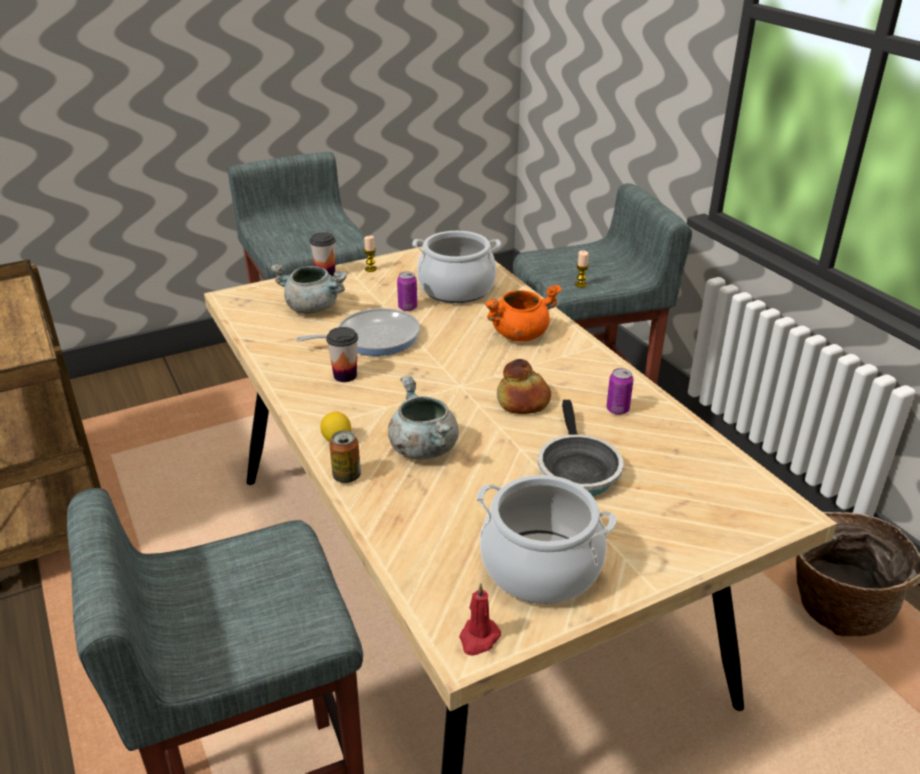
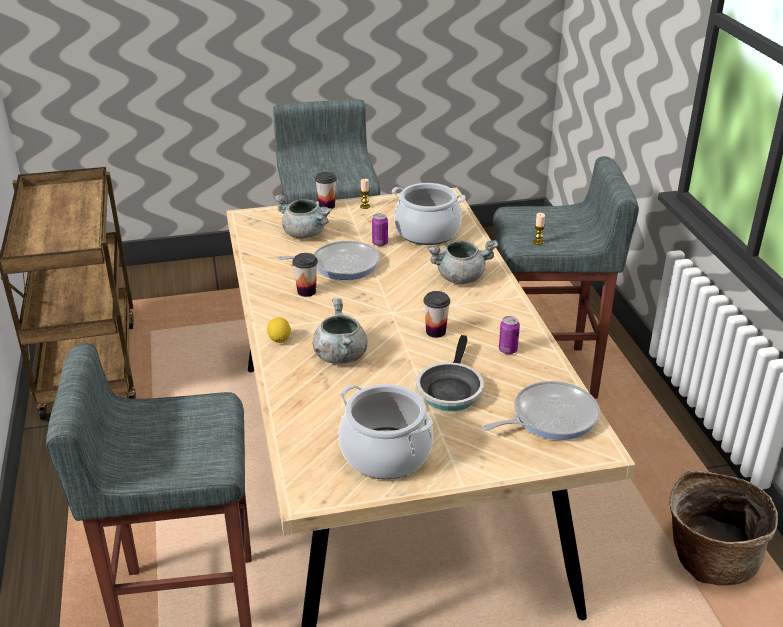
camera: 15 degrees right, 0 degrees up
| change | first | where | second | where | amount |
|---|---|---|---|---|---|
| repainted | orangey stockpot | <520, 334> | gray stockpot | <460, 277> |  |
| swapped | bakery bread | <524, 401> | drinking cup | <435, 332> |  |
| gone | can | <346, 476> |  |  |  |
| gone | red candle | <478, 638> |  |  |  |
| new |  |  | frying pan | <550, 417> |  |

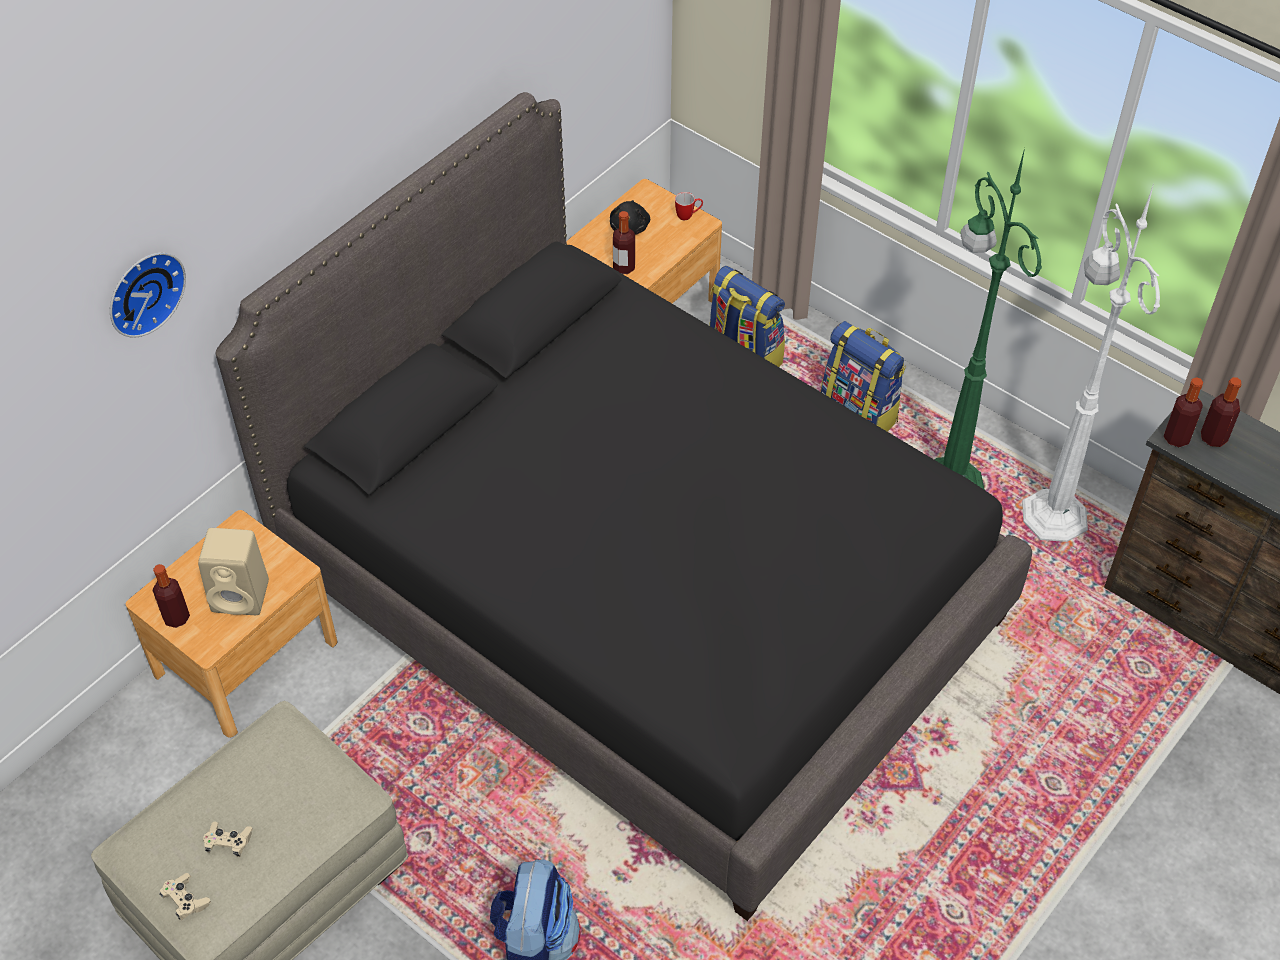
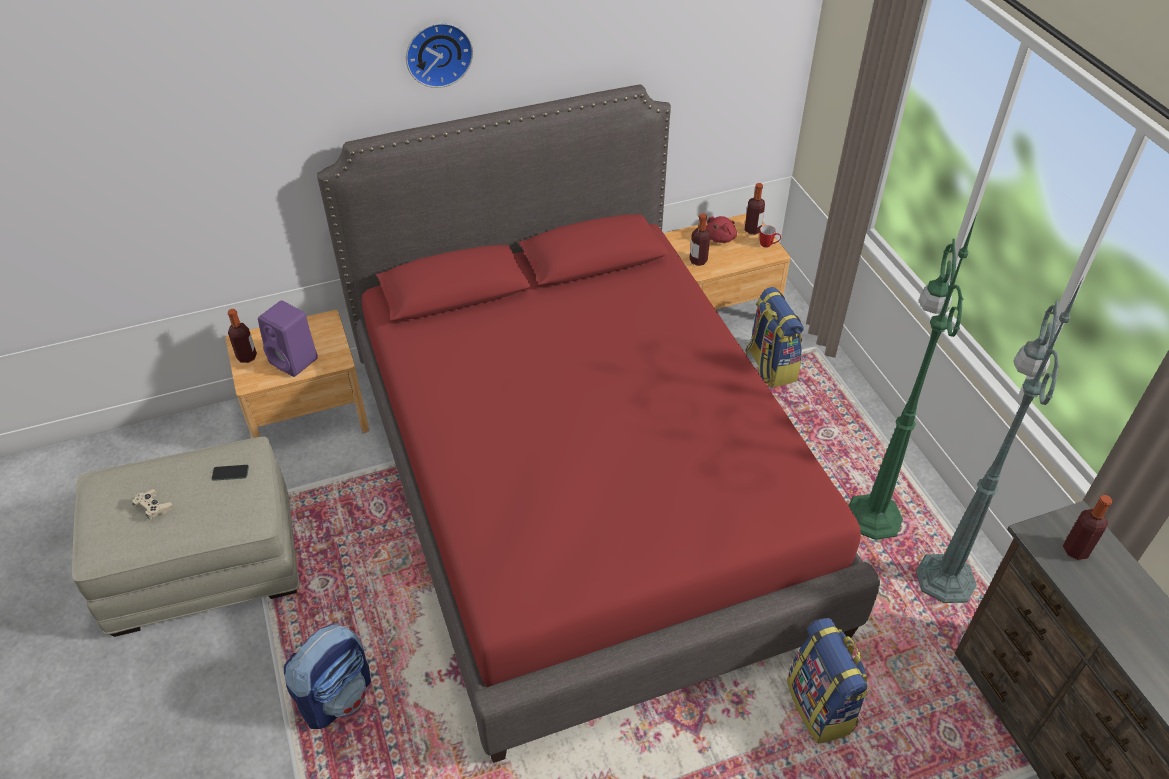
camera: 30 degrees right, 5 degrees down
| change | first | where | second | where | amount |
|---|---|---|---|---|---|
| repainted | black-coloured bed | <639, 594> | red bed | <584, 491> |  |
| repainted | white-coloured standard lamp | <1053, 513> | green-coloured standard lamp | <945, 576> |  |
| repainted | black-coloured soft toy | <630, 227> | red soft toy | <721, 238> |  |
| shifted | wall clock | <142, 291> |  | <438, 53> |  |
| shifted | rucksack | <859, 413> |  | <821, 706> |  |
| shifted | beverage bottle | <1176, 438> |  | <752, 230> |  |
| repainted | beige speaker | <242, 595> | purplish speaker | <295, 361> |  |
| gone | beige gamepad | <186, 900> |  |  |  |
| new |  |  | phone | <230, 473> |  |

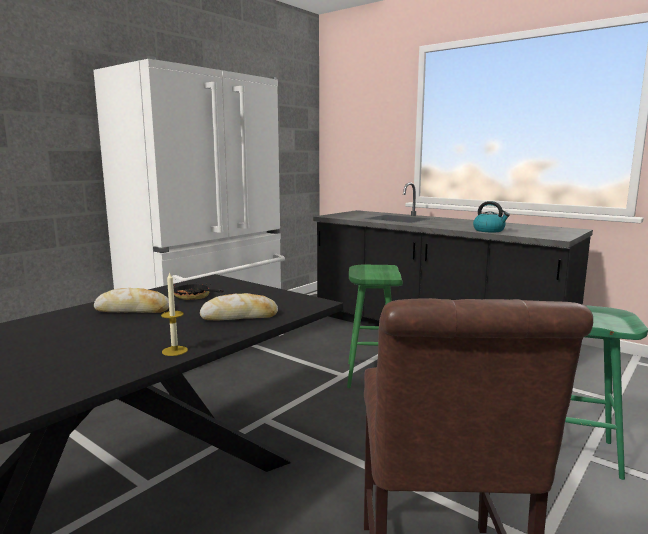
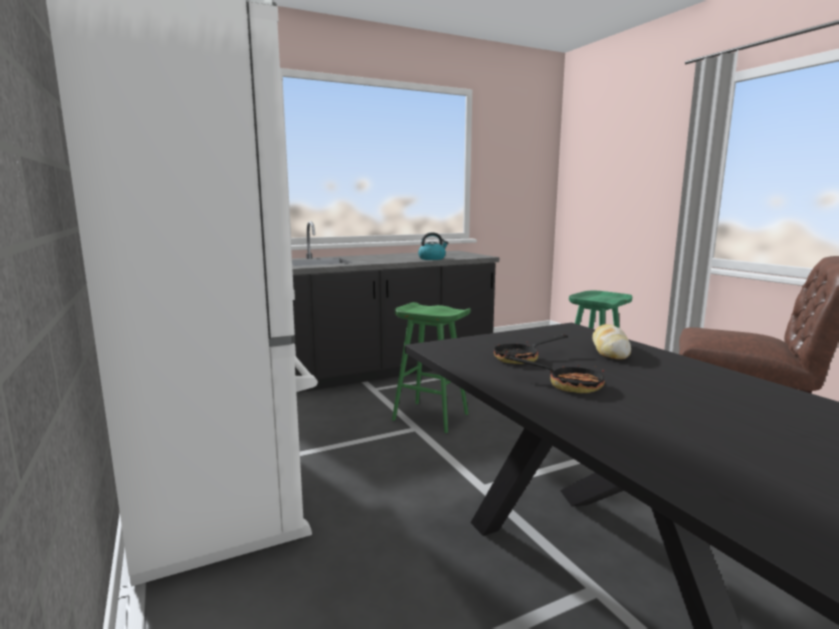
camera: 65 degrees left, 0 degrees up
| change | first | where | second | where | amount |
|---|---|---|---|---|---|
| gone | candle | <174, 351> |  |  |  |
| swapped | bakery bread | <133, 310> | frying pan | <566, 384> |  |

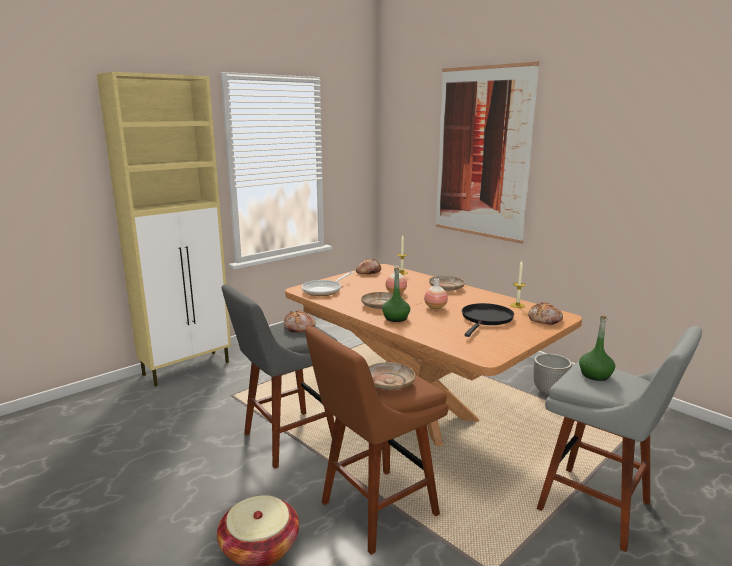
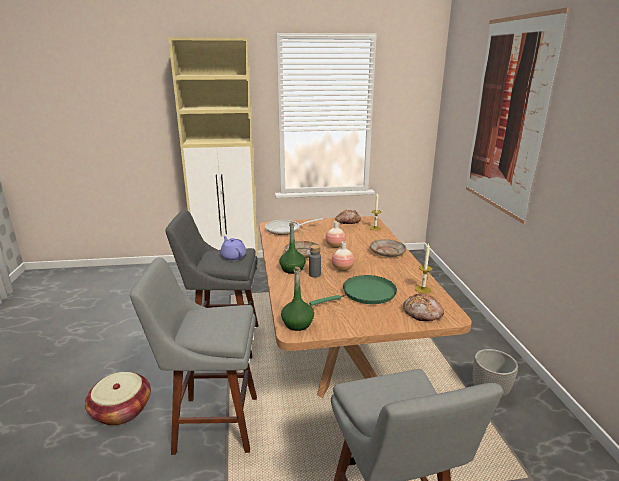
camera: 35 degrees right, 5 degrees up
| change | first | where | second | where | amount |
|---|---|---|---|---|---|
| repainted | black-coloured frying pan | <486, 319> | green-coloured frying pan | <365, 294> |  |
| swapped | bakery bread | <299, 328> | purplish teapot | <233, 256> |  |
| shifted | green-coloured beverage bottle | <595, 375> |  | <297, 324> |  |
| repainted | brown-coloured stool seat | <374, 511> | gray stool seat | <211, 423> |  |
| gone | beige plate | <389, 382> |  |  |  |
| new |  |  | gray beverage bottle | <314, 274> |  |

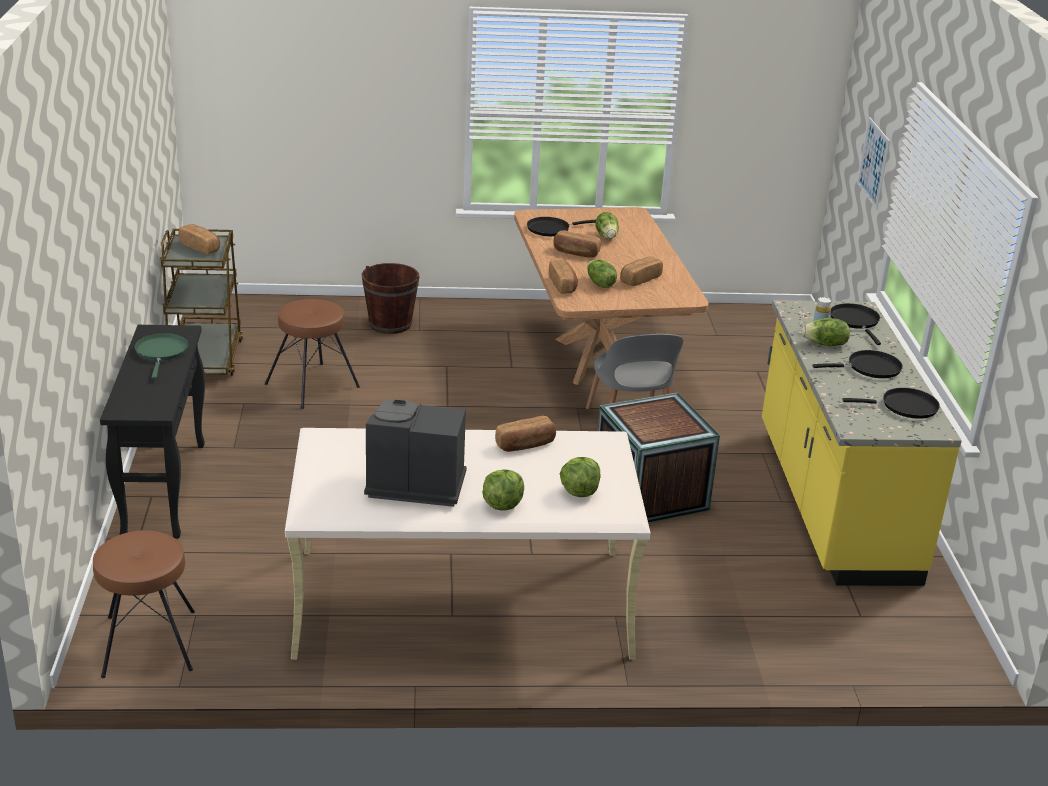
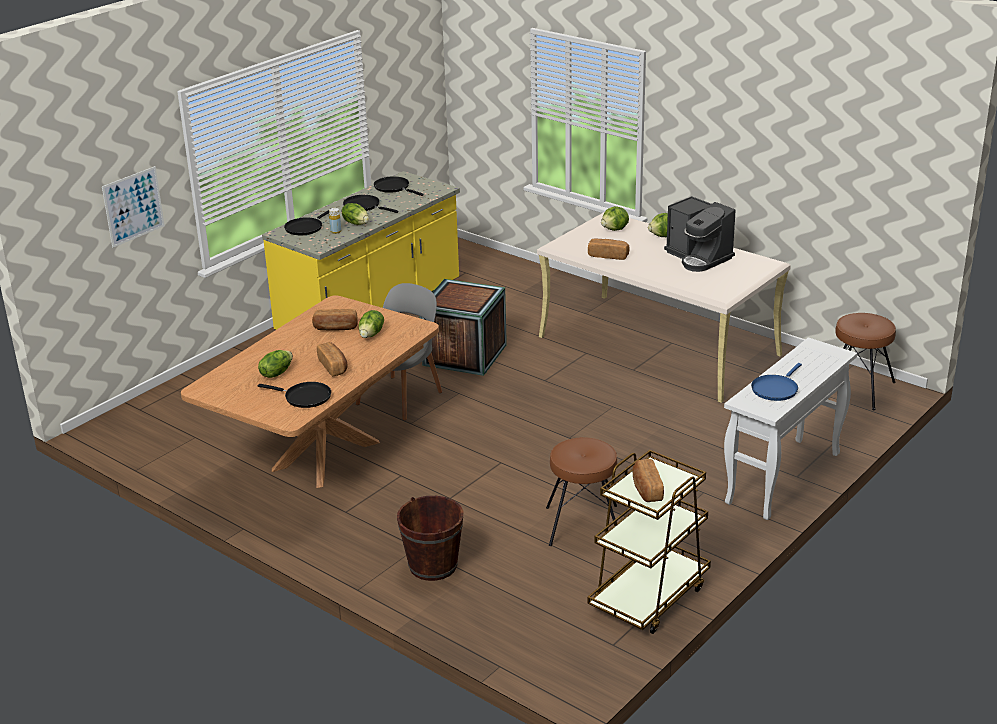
camera: 135 degrees left, 0 degrees up
| change | first | where | second | where | amount |
|---|---|---|---|---|---|
| gone | bakery bread | <563, 285> |  |  |  |
| repainted | black-coloured hall table | <164, 488> | white-coloured hall table | <783, 479> |  |
| repainted | green-coloured frying pan | <161, 353> | bluish frying pan | <776, 389> |  |

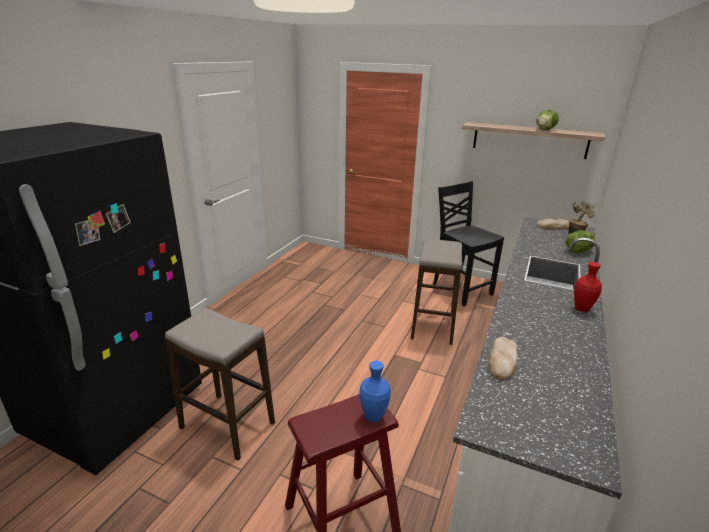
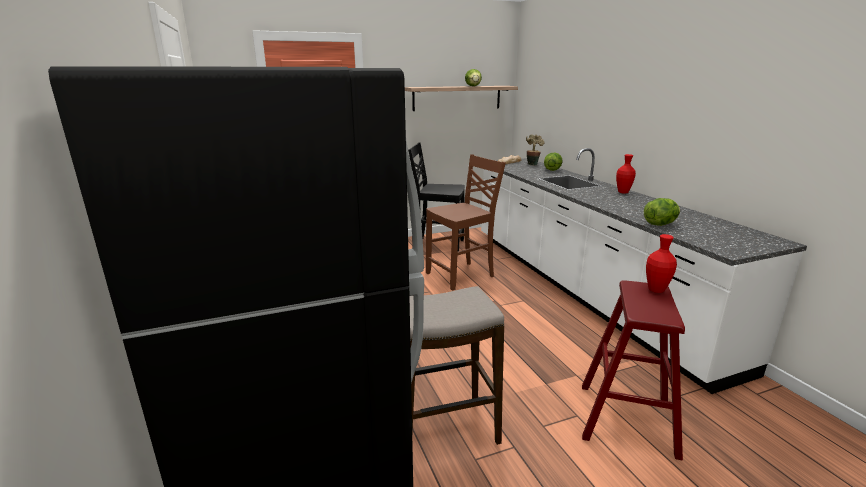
camera: 45 degrees left, 5 degrees down
| change | first | where | second | where | amount |
|---|---|---|---|---|---|
| swapped | stool seat | <433, 326> | brown-coloured plain chair | <461, 275> |  |
| swapped | bakery bread | <502, 360> | head of lettuce | <660, 224> |  |
| repainted | bluish vase | <373, 417> | red vase | <656, 290> |  |

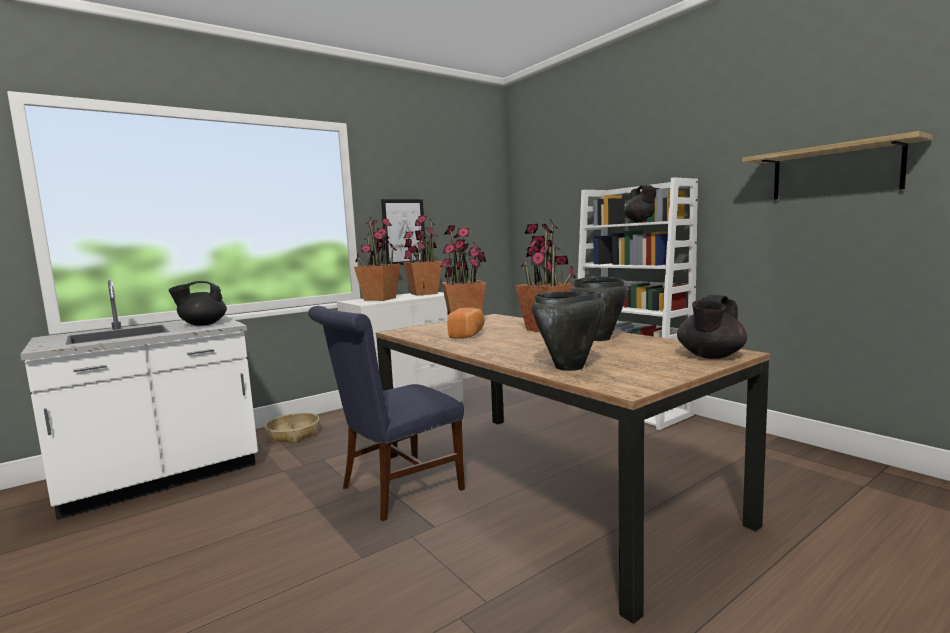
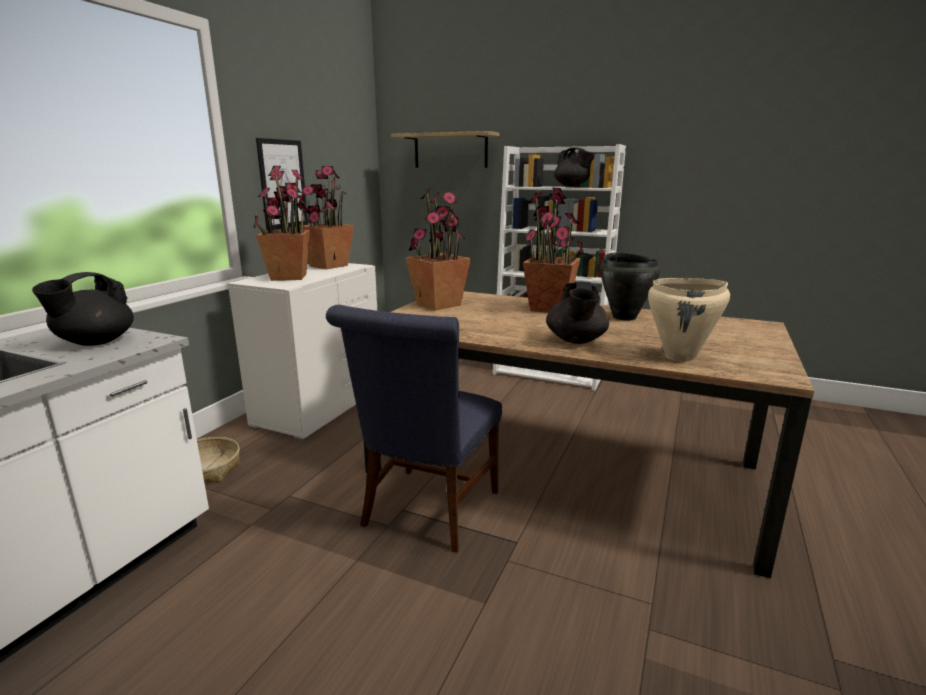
camera: 30 degrees left, 10 degrees up
| change | first | where | second | where | amount |
|---|---|---|---|---|---|
| shifted | wall shelf | <835, 171> |  | <450, 151> |  |
| repainted | black-coloured stockpot | <569, 367> | beige stockpot | <680, 357> |  |
| shifted | black-coloured teapot | <710, 356> |  | <576, 341> |  |
| gone | bakery bread | <468, 334> |  |  |  |

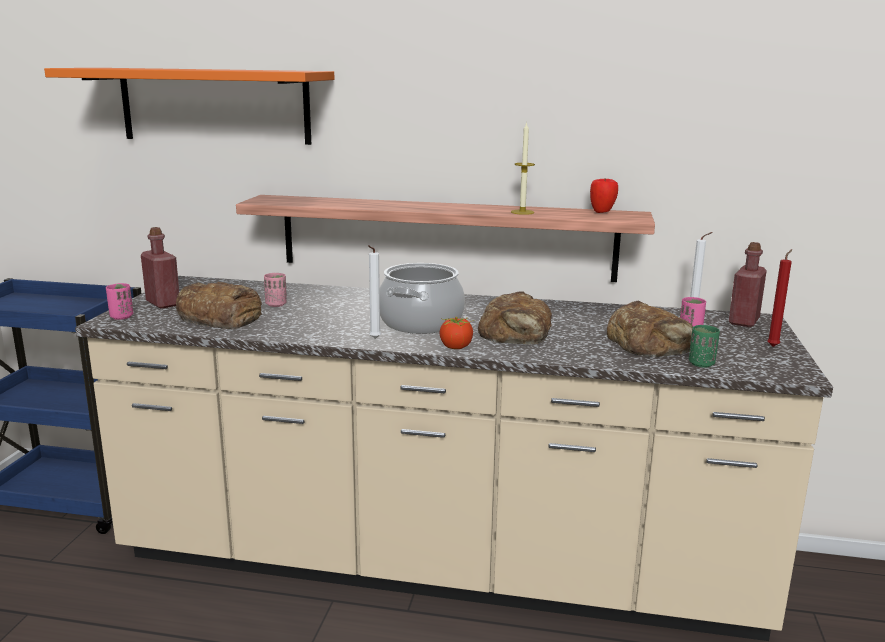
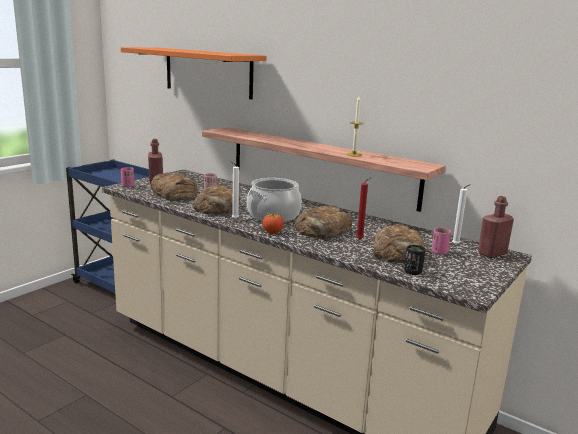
camera: 25 degrees right, 0 degrees up
| change | first | where | second | where | amount |
|---|---|---|---|---|---|
| gone | whole apple | <602, 212> |  |  |  |
| shifted | red candle | <774, 346> |  | <360, 239> |  |
| repainted | green-coloured drinking cup | <701, 364> | black-coloured drinking cup | <413, 272> |  |
| new |  |  | bakery bread | <218, 207> |  |

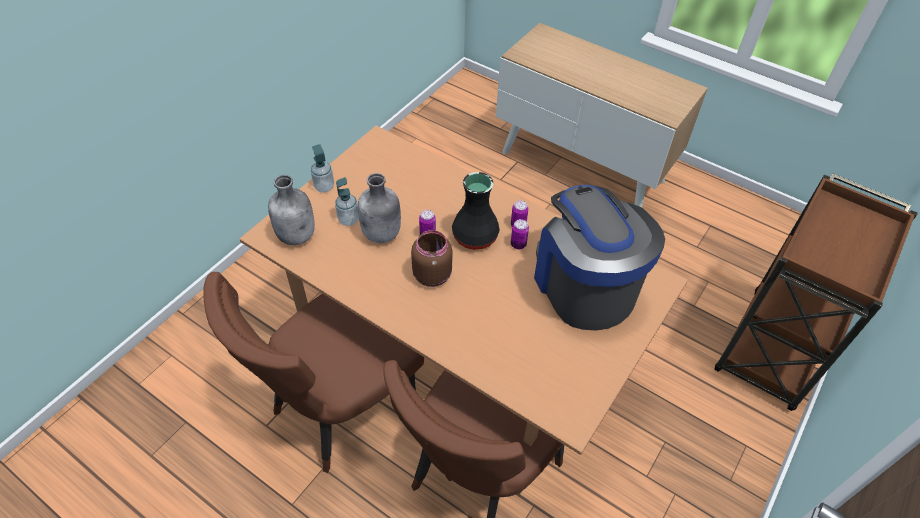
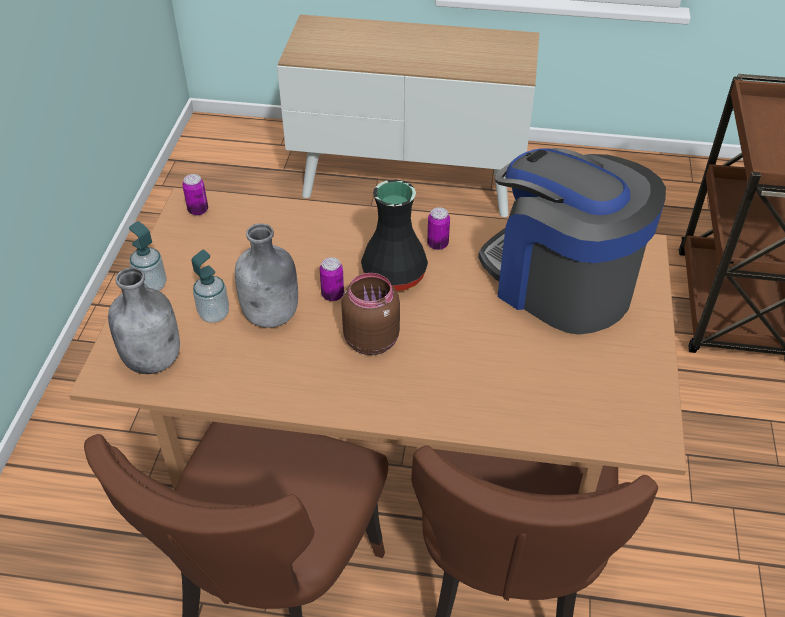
camera: 25 degrees left, 5 degrees down
| change | first | where | second | where | amount |
|---|---|---|---|---|---|
| shifted | can | <518, 244> |  | <198, 210> |  |

